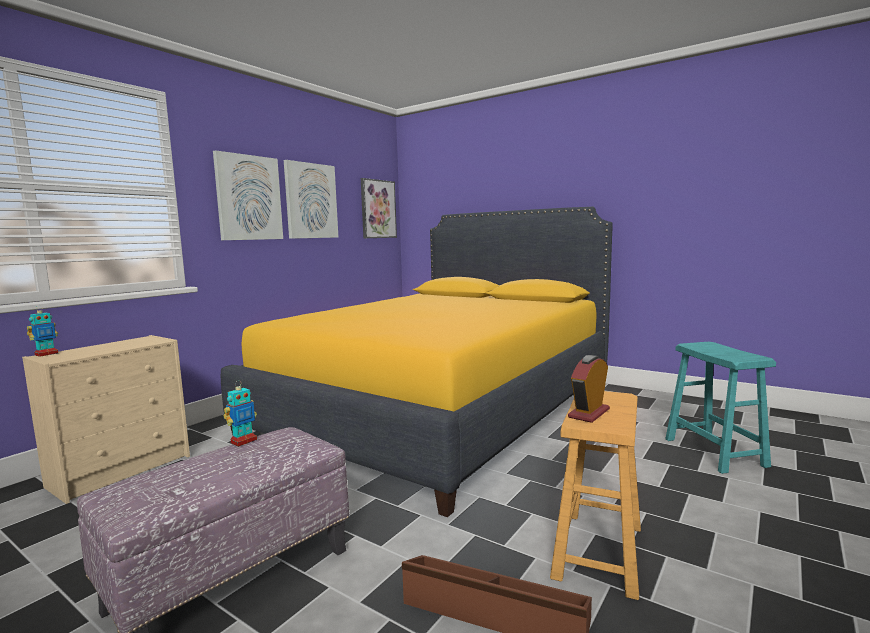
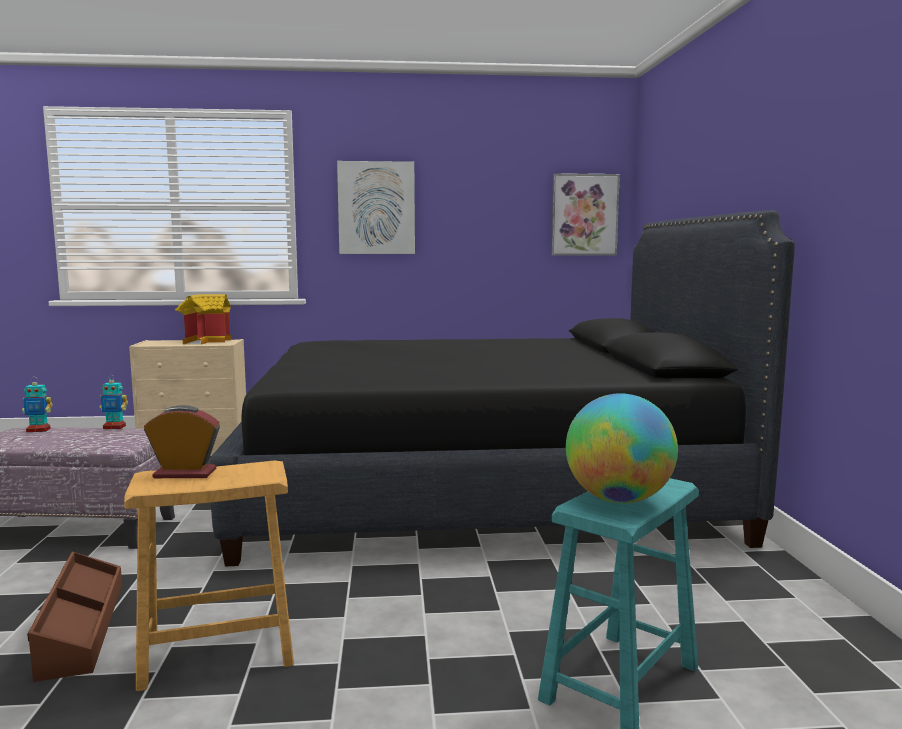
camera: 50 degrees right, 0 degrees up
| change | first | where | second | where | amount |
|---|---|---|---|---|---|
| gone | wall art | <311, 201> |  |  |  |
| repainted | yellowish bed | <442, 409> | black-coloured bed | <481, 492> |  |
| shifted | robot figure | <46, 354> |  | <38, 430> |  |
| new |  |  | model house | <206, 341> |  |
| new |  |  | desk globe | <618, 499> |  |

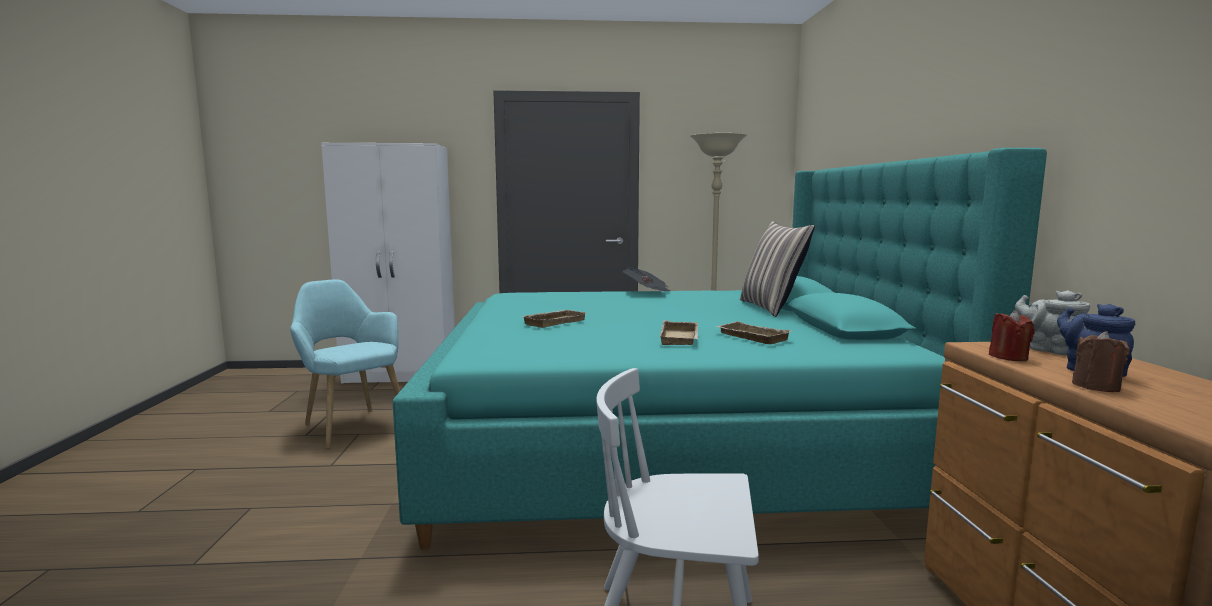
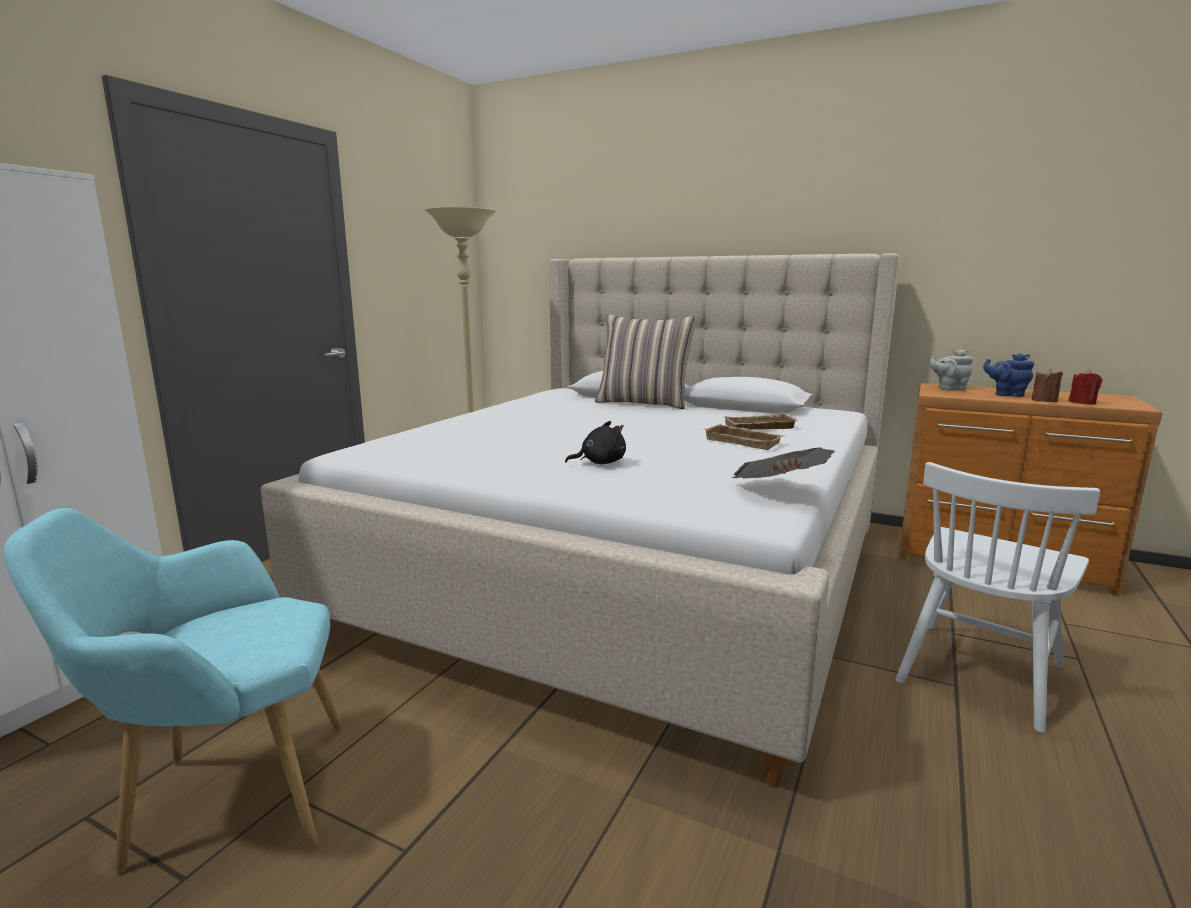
camera: 60 degrees left, 5 degrees up
| change | first | where | second | where | amount |
|---|---|---|---|---|---|
| repainted | turquoise bed | <671, 444> | beige bed | <630, 570> |  |
| shifted | newspaper | <648, 293> |  | <779, 490> |  |
| swapped | beige serving tray | <553, 322> | black-coloured soft toy | <600, 463> |  |
| shifted | red candle | <1008, 357> |  | <1082, 402> |  |

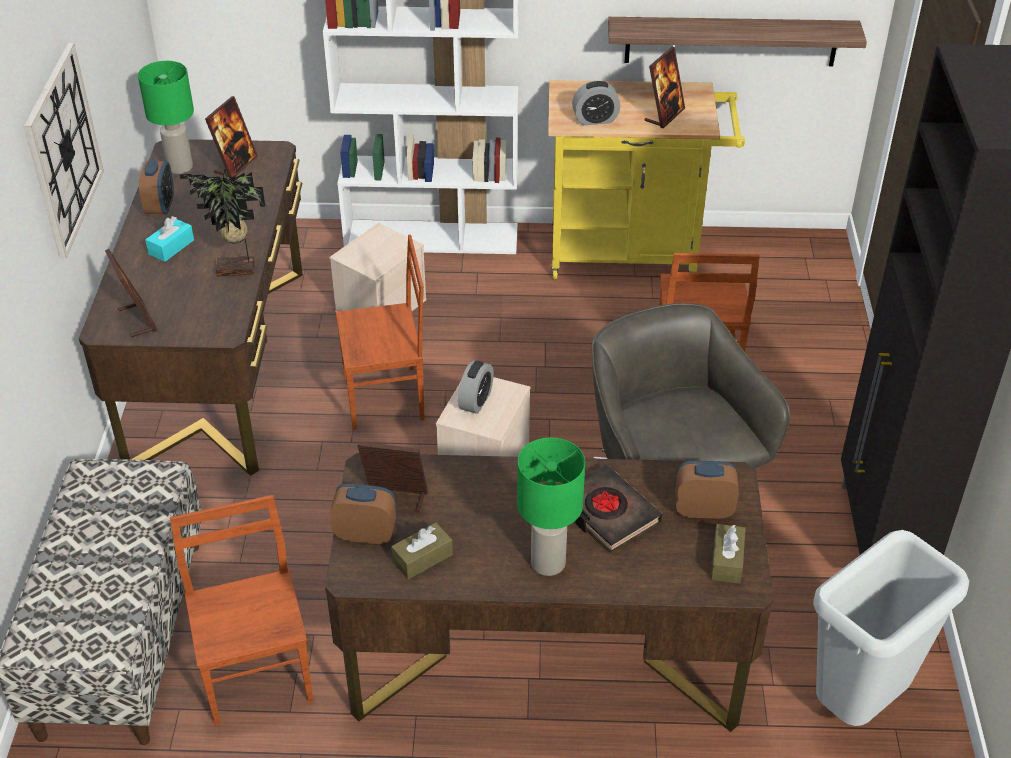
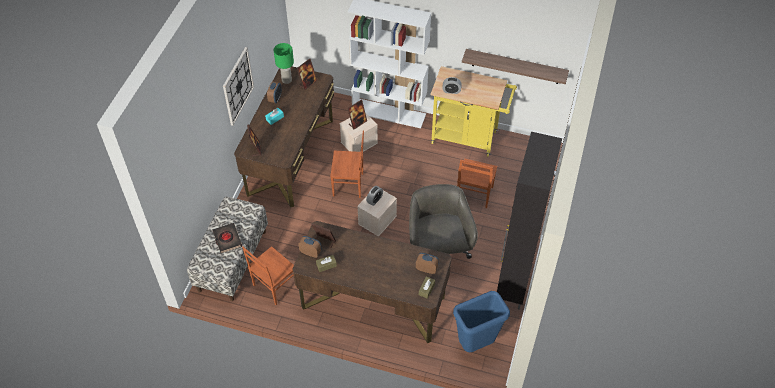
camera: 15 degrees right, 10 degrees up
| change | first | where | second | where | amount |
|---|---|---|---|---|---|
| shifted | picture frame | <664, 115> |  | <357, 123> |  |
| gone | potted plant | <236, 271> |  |  |  |
| gone | green-coloured lamp for a table | <548, 562> |  |  |  |
| shifted | black-coloured book | <607, 513> |  | <227, 239> |  |
| rotated | brown-coloured plain chair | <258, 676> |  | <274, 286> | 135 degrees counterclockwise |
| repainted | gray rubbish bin | <858, 707> | bluish rubbish bin | <476, 345> |  |

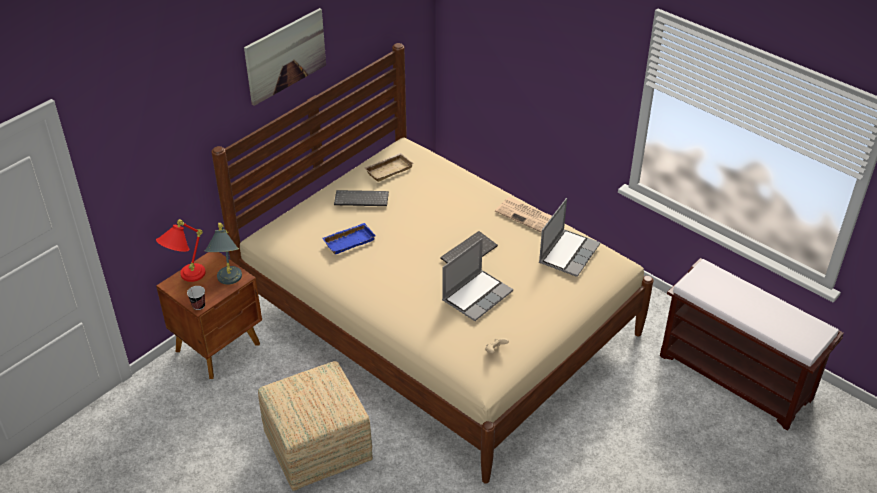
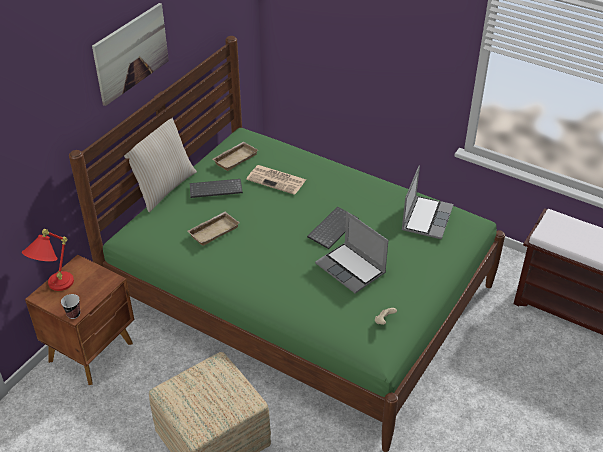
camera: 10 degrees left, 0 degrees up
| change | first | where | second | where | amount |
|---|---|---|---|---|---|
| repainted | beige bed | <438, 321> | green-coloured bed | <301, 298> |  |
| shifted | newspaper | <527, 215> |  | <277, 180> |  |
| gone | gray lamp for a table | <228, 282> |  |  |  |
| repainted | bluish serving tray | <349, 240> | beige serving tray | <213, 230> |  |
| rotated | portable computer | <477, 295> |  | <351, 269> | 105 degrees clockwise |
| new |  |  | beige cushion | <163, 187> |  |

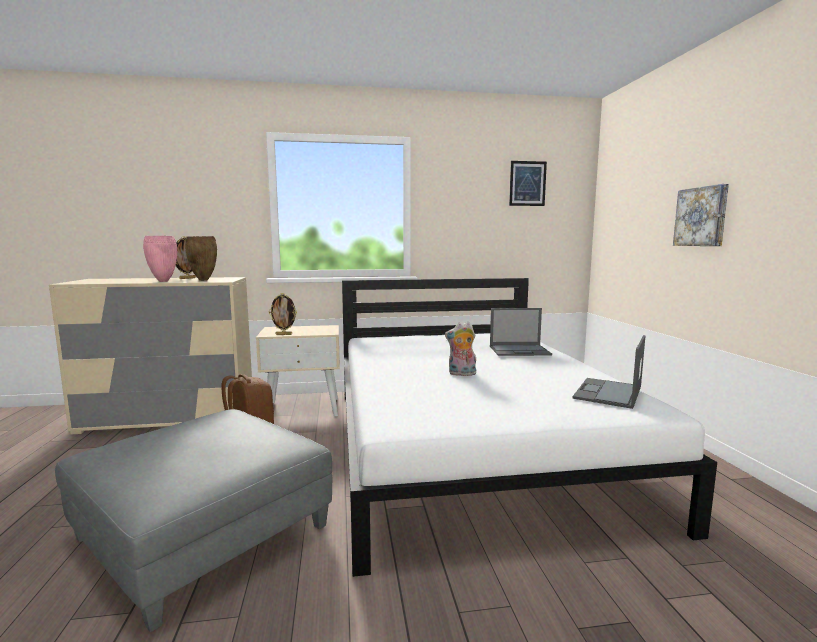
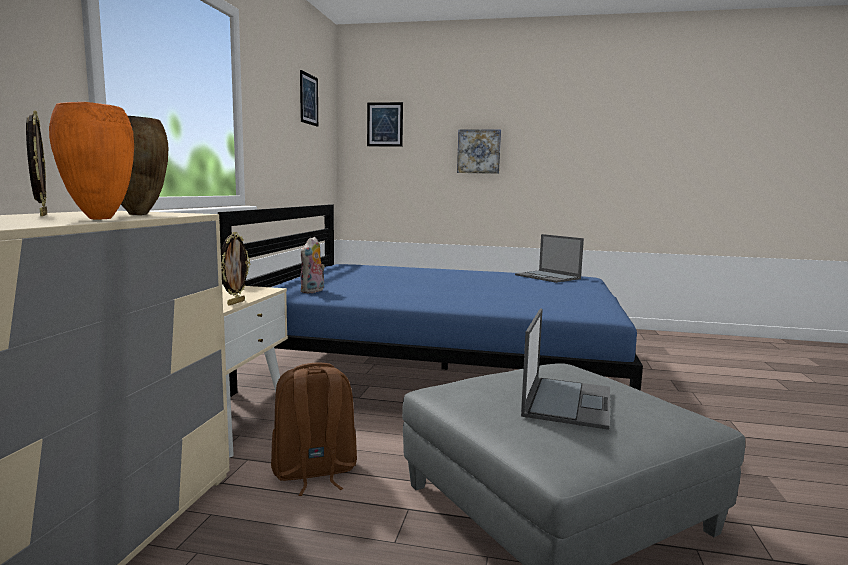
camera: 70 degrees left, 0 degrees up
| change | first | where | second | where | amount |
|---|---|---|---|---|---|
| repainted | pink-coloured vase | <163, 281> | orangey vase | <98, 219> |  |
| repainted | white-coloured bed | <471, 446> | bluish bed | <440, 368> |  |
| shifted | portable computer | <520, 350> |  | <567, 401> |  |
| shifted | soft toy | <461, 374> |  | <313, 291> |  |
| new |  |  | wall art | <385, 124> |  |

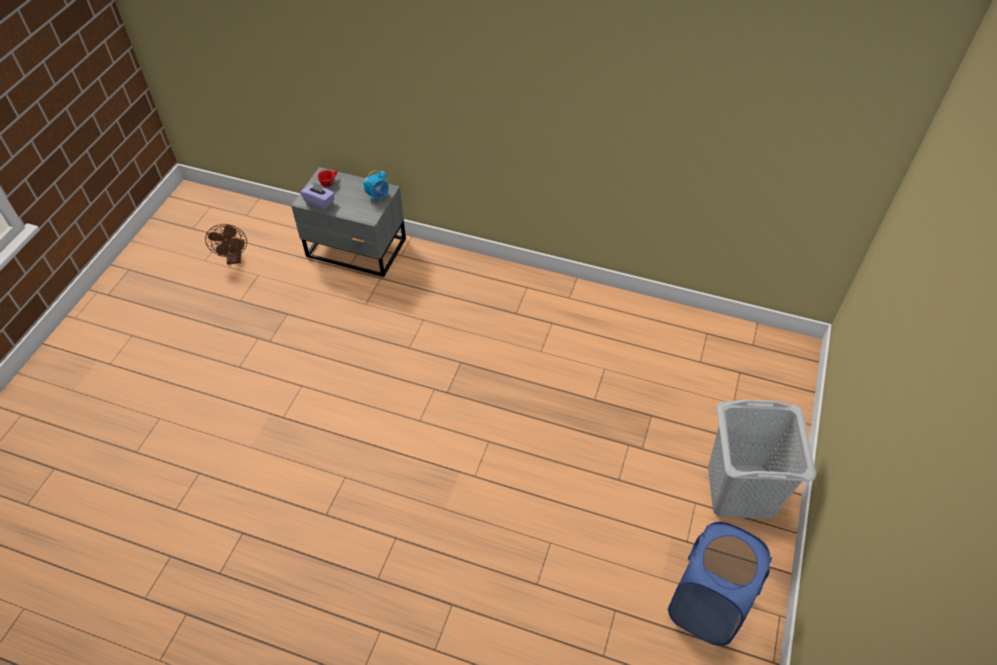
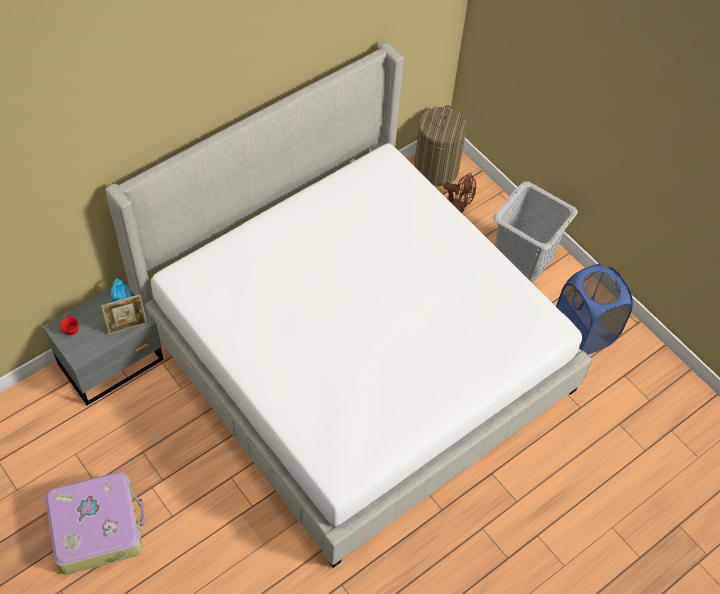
camera: 60 degrees left, 5 degrees up
| change | first | where | second | where | amount |
|---|---|---|---|---|---|
| gone | purplish tissue box | <319, 202> |  |  |  |
| shifted | brown-coloured electric fan | <234, 259> |  | <458, 206> |  |
| new |  |  | bed | <355, 354> |  |
| new |  |  | washing basket | <436, 169> |  |
| new |  |  | picture frame | <127, 326> |  |
| new |  |  | piece of luggage | <97, 527> |  |

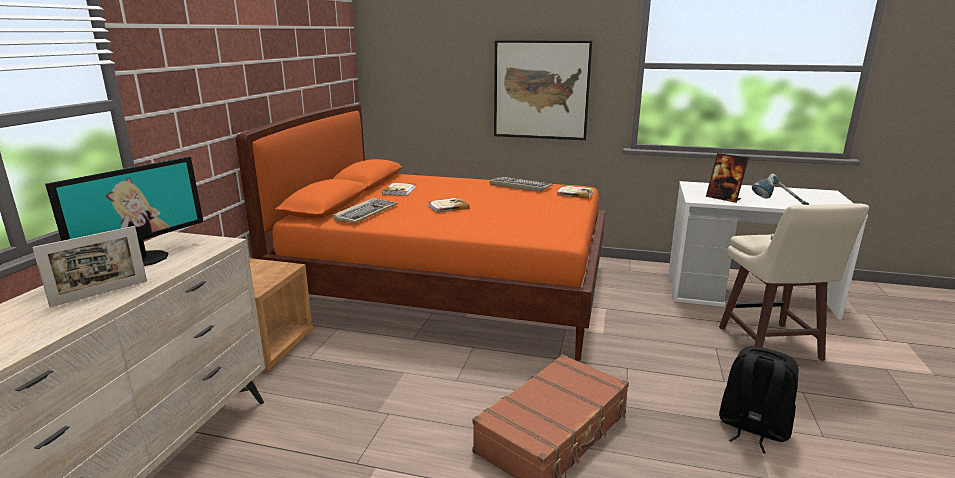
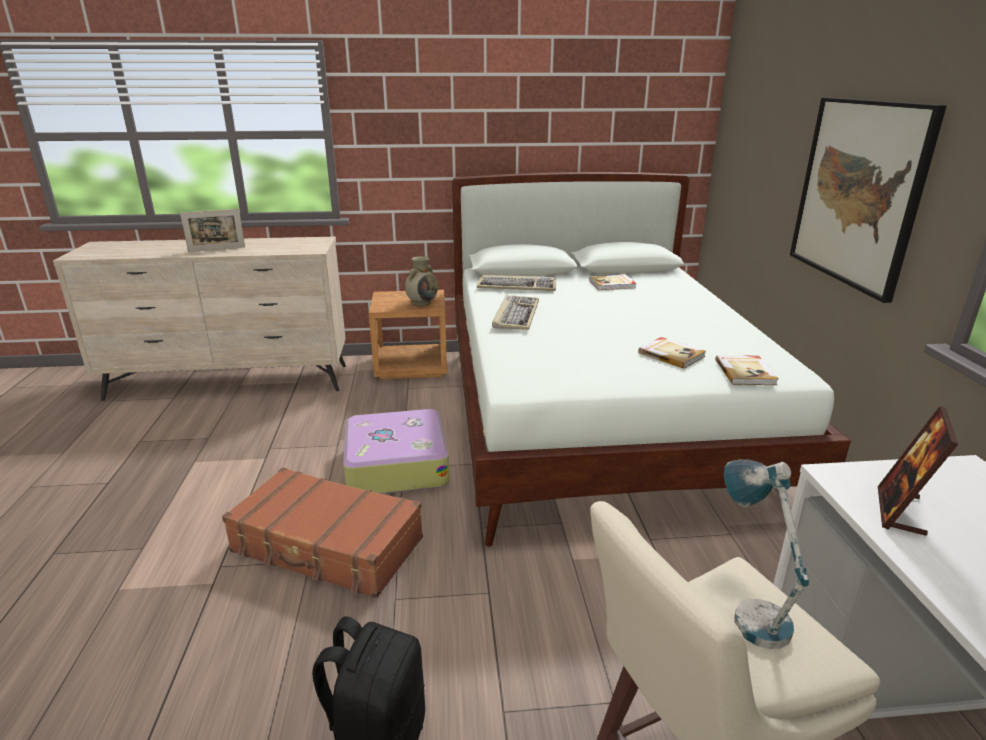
camera: 70 degrees right, 5 degrees up
| change | first | where | second | where | amount |
|---|---|---|---|---|---|
| repainted | orangey bed | <449, 289> | white-coloured bed | <597, 420> |  |
| gone | computer screen | <143, 259> |  |  |  |
| shifted | keyboard | <519, 186> |  | <515, 315> |  |
| shifted | book | <447, 207> |  | <671, 354> |  |
| rotated | picture frame | <100, 293> |  | <217, 249> | 45 degrees counterclockwise |
| new |  |  | beige vase | <422, 302> |  |
| new |  |  | piece of luggage | <396, 465> |  |

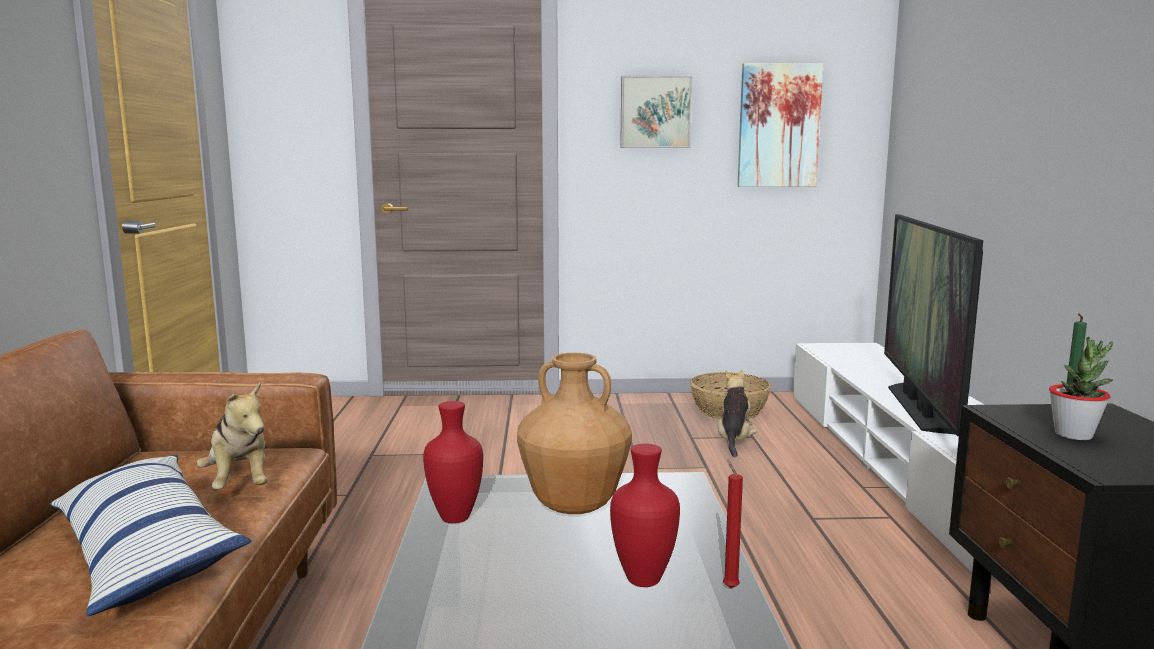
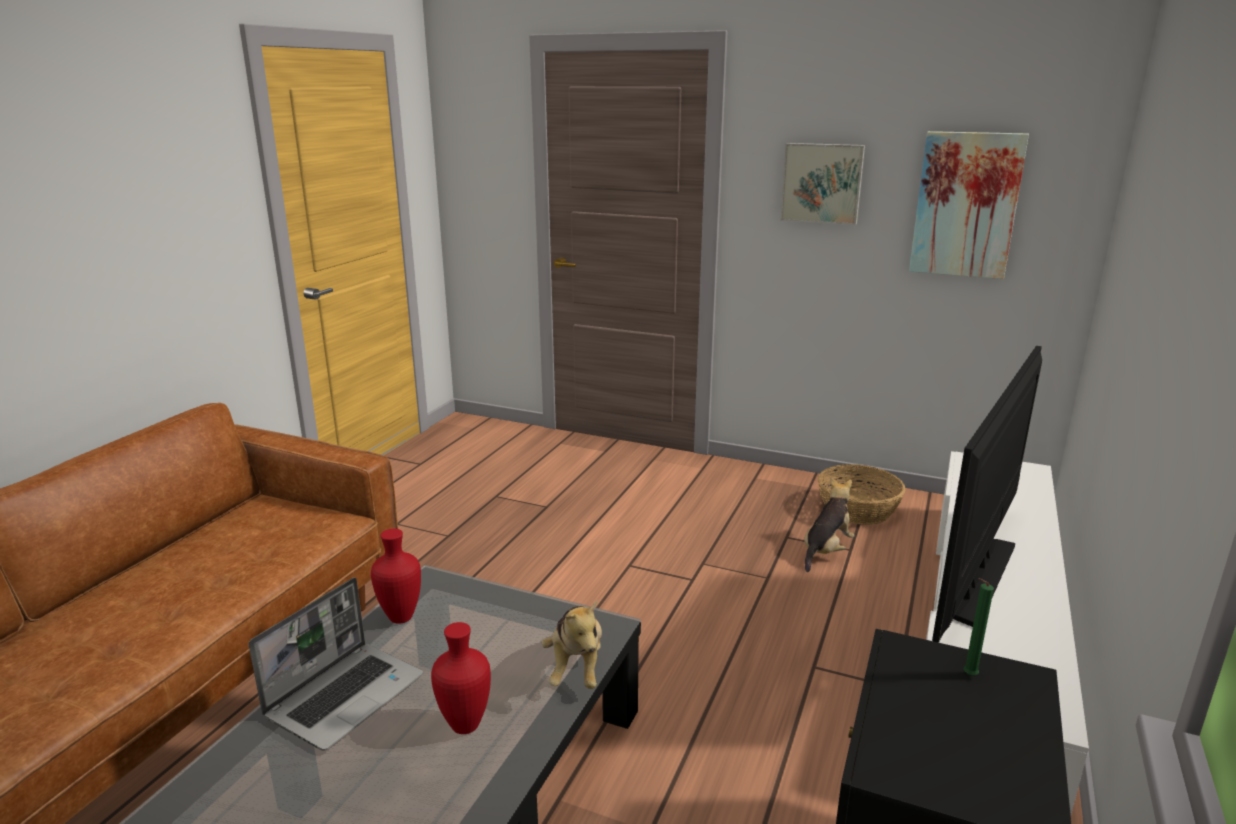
camera: 25 degrees right, 10 degrees up
| change | first | where | second | where | amount |
|---|---|---|---|---|---|
| gone | potted plant | <1074, 435> |  |  |  |
| gone | brown-coloured vase | <575, 507> |  |  |  |
| shifted | soft toy | <240, 484> |  | <576, 667> |  |
| gone | cushion | <144, 552> |  |  |  |
| gone | red candle | <729, 587> |  |  |  |
| new |  |  | portable computer | <346, 695> |  |

